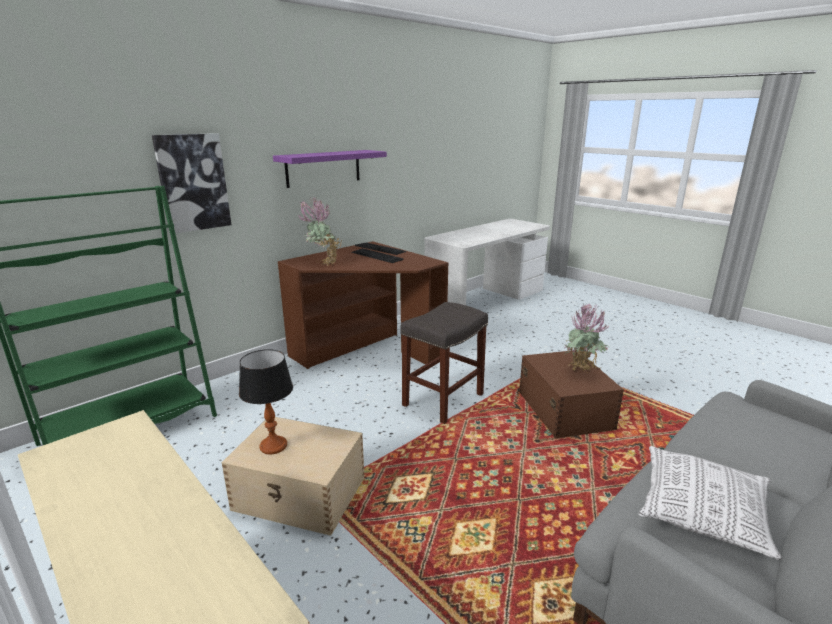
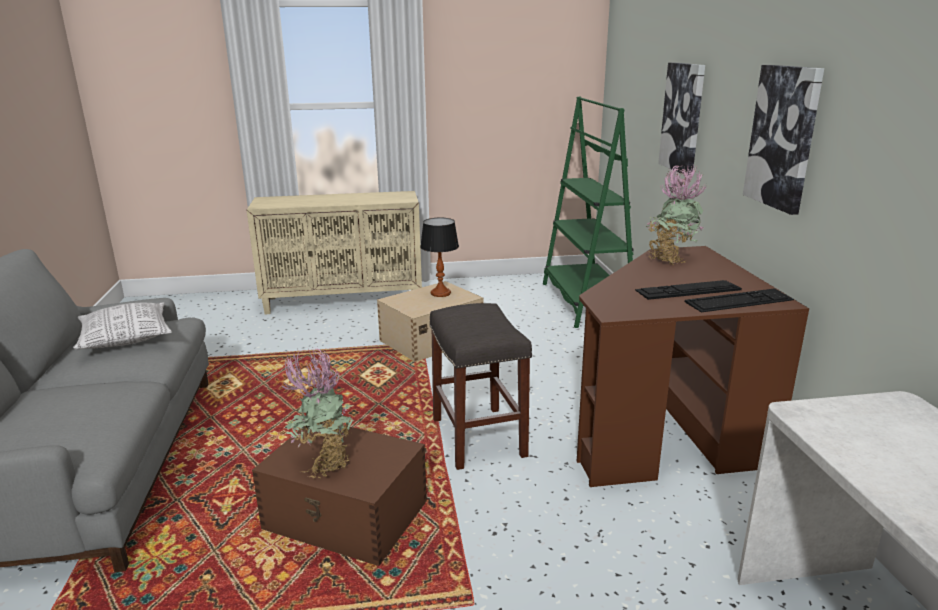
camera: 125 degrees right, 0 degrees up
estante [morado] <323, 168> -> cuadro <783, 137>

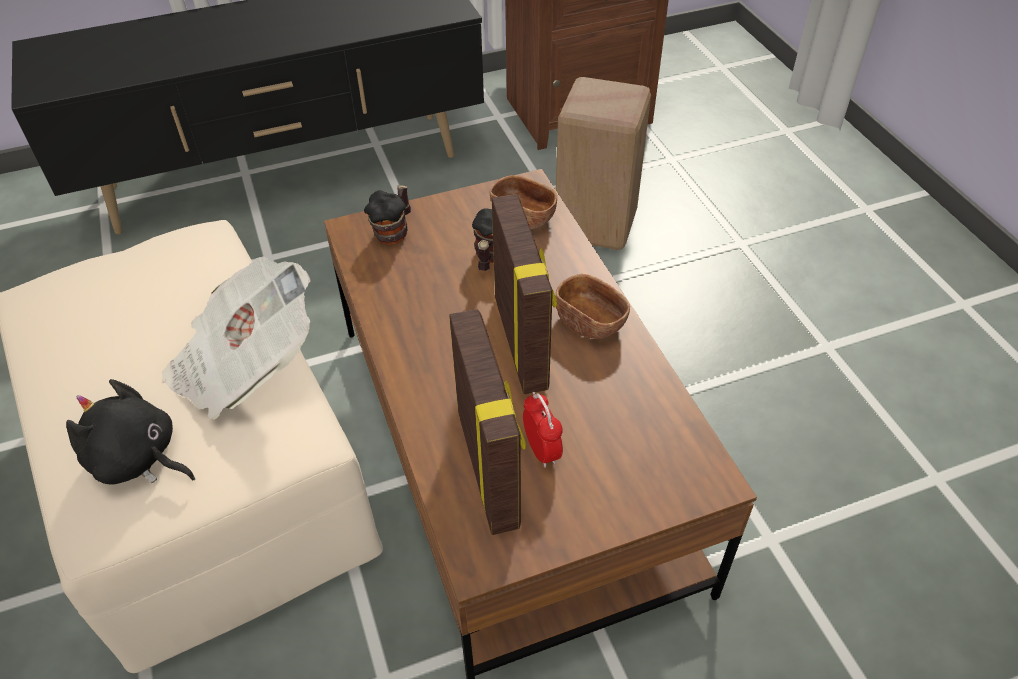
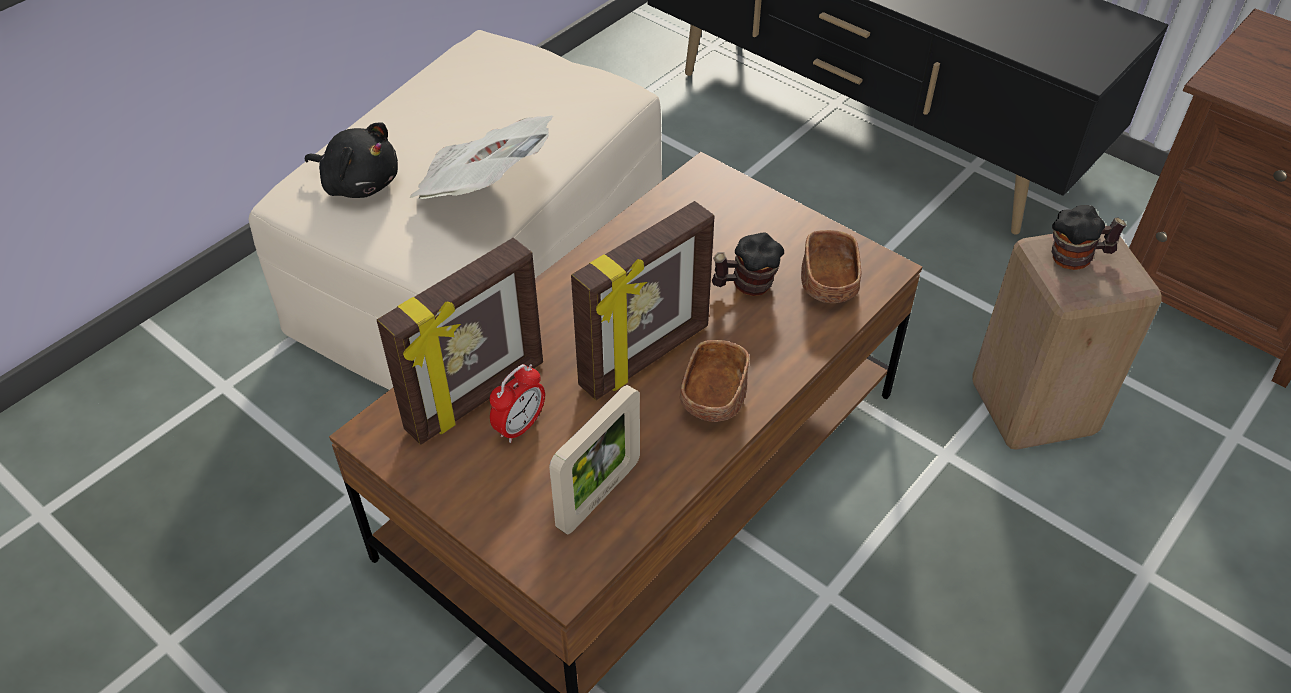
camera: 60 degrees right, 0 degrees up
peluche [negro] <138, 459> -> peluche [negro] <359, 183>, 120 degrees clockwise
none -> portarretratos <599, 495>
taza grande <394, 231> -> taza grande <1077, 258>, moved

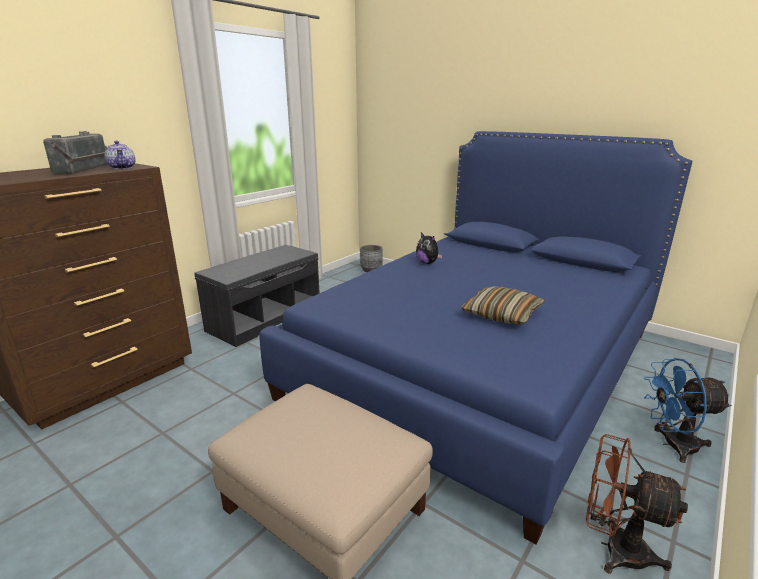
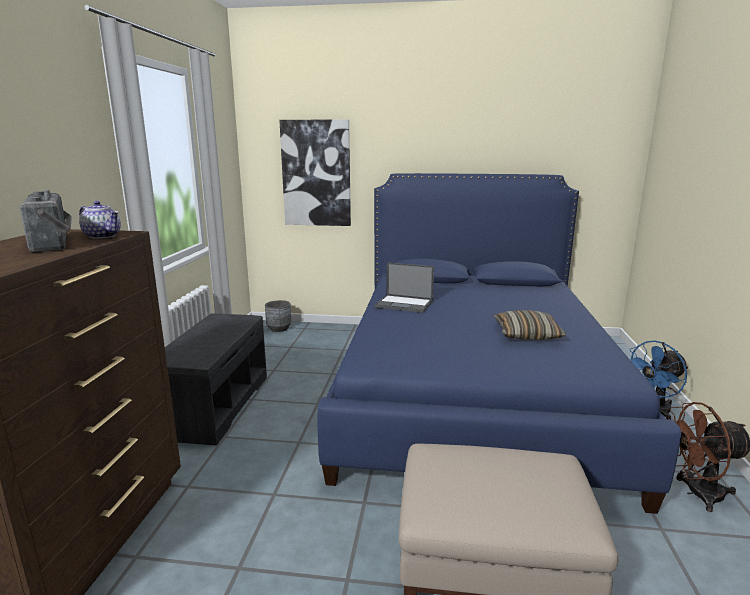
camera: 30 degrees left, 5 degrees down
none -> cuadro <316, 173>
peluche <427, 263> -> portátil <405, 304>

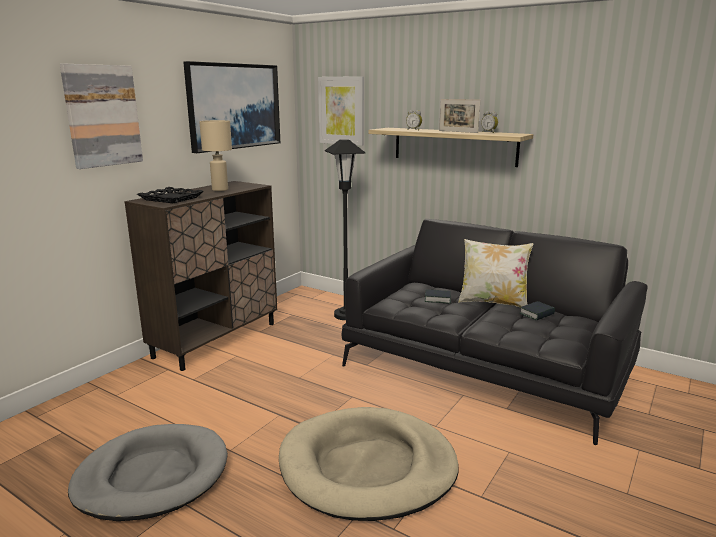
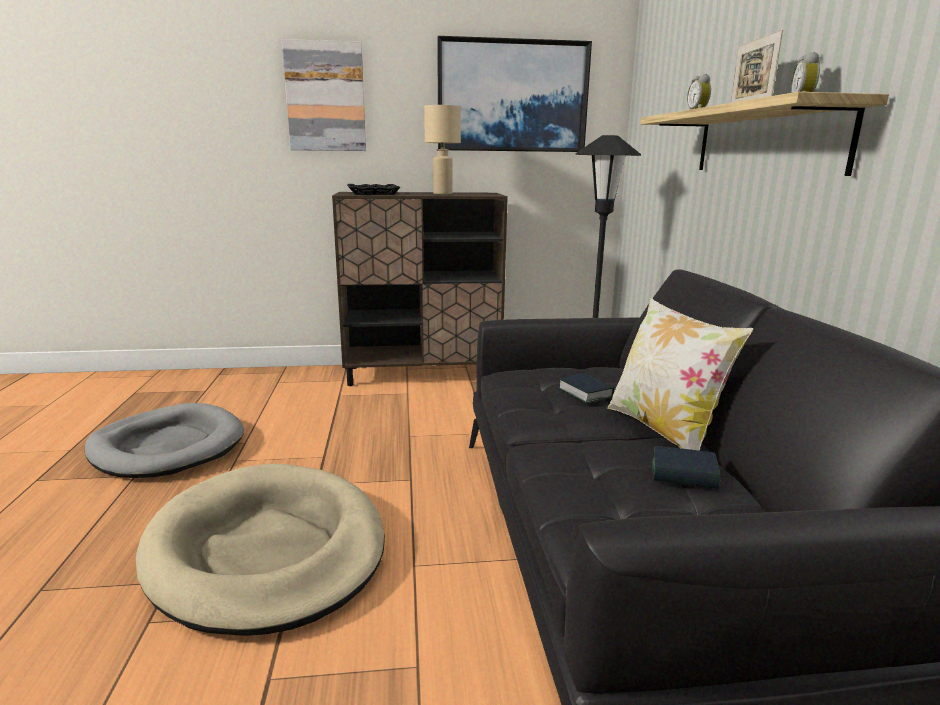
camera: 50 degrees right, 0 degrees up
cuadro <341, 110> -> none

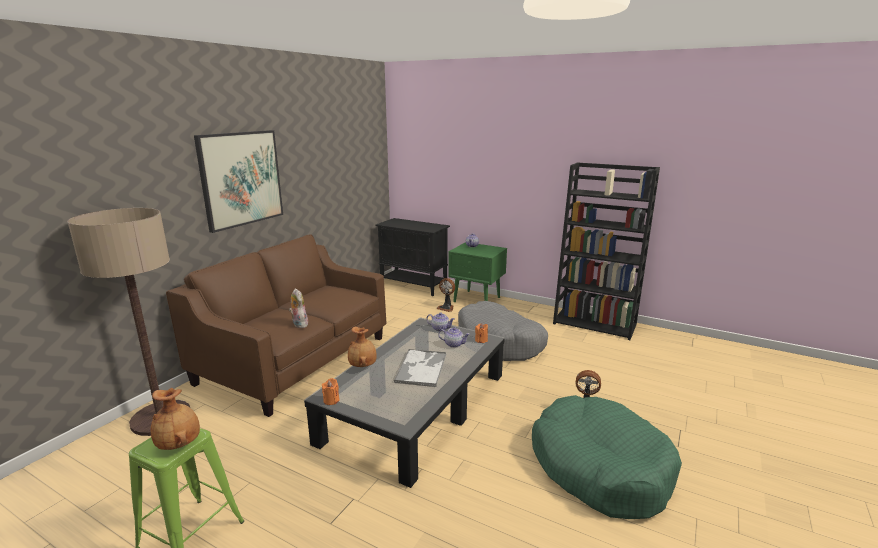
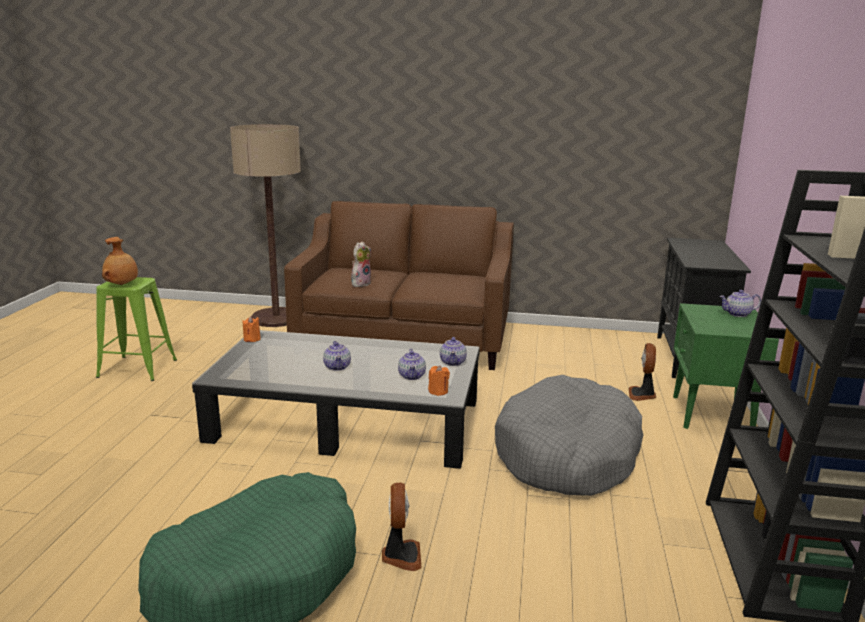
camera: 70 degrees right, 0 degrees up
bandeja <421, 368> -> tetera <337, 367>
cuadro <241, 178> -> none
florero [marrón] <363, 365> -> none

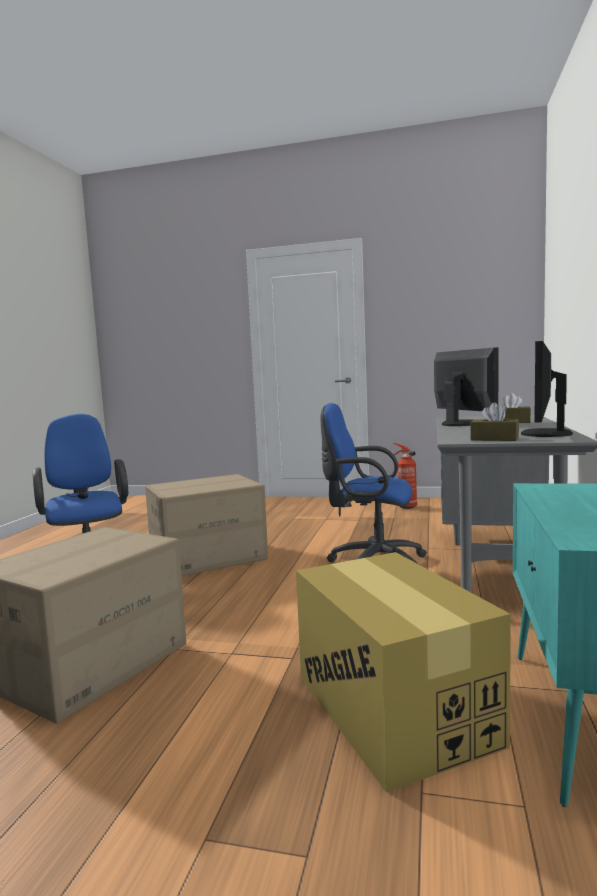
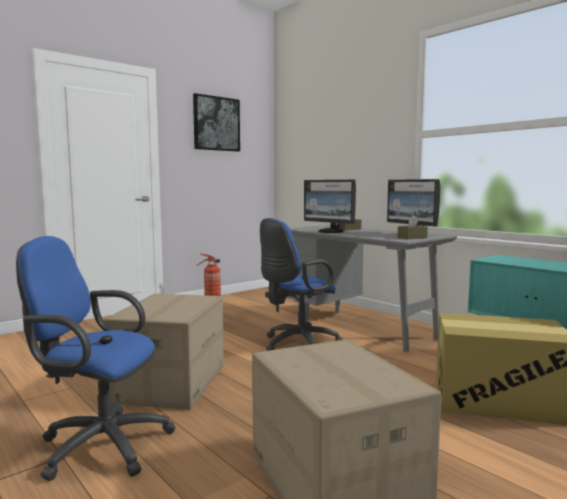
camera: 55 degrees left, 0 degrees up
none -> cuadro <216, 123>
monitor <461, 424> -> monitor <330, 231>, 150 degrees counterclockwise

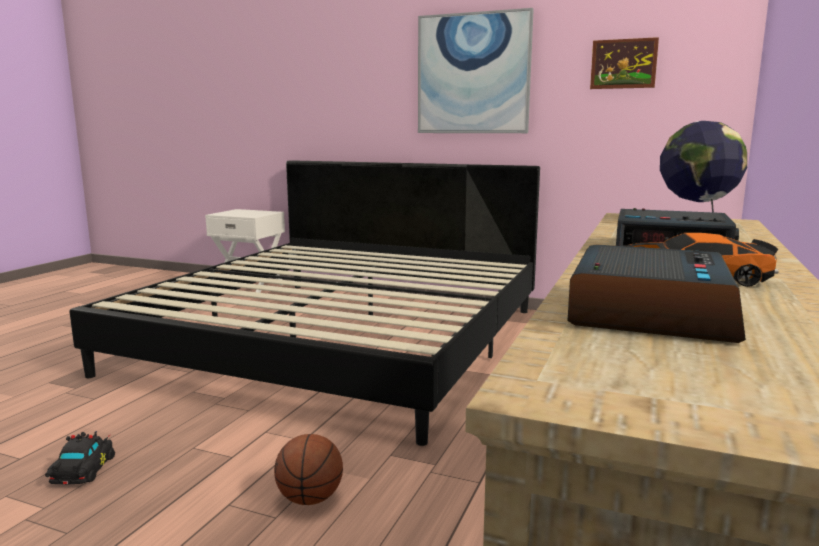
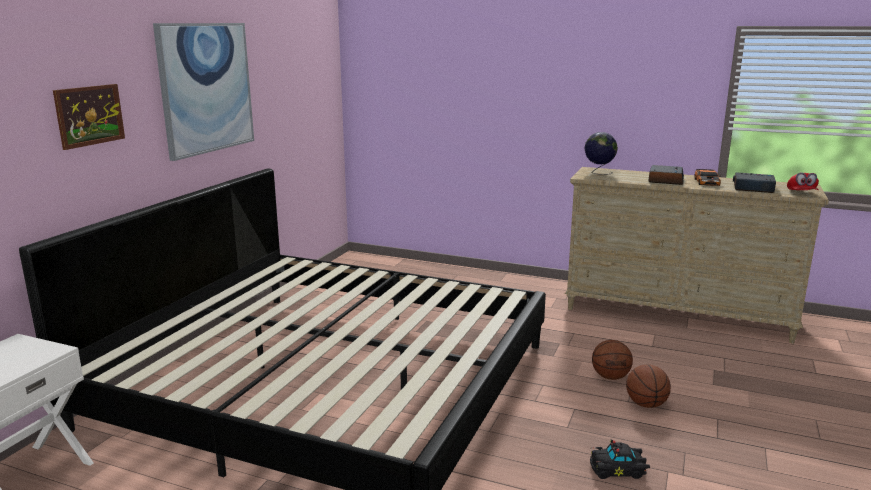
camera: 90 degrees left, 5 degrees up
cuadro <623, 64> -> cuadro <89, 115>, moved
none -> balón de baloncesto <645, 404>
none -> gorra [rojo] <801, 193>

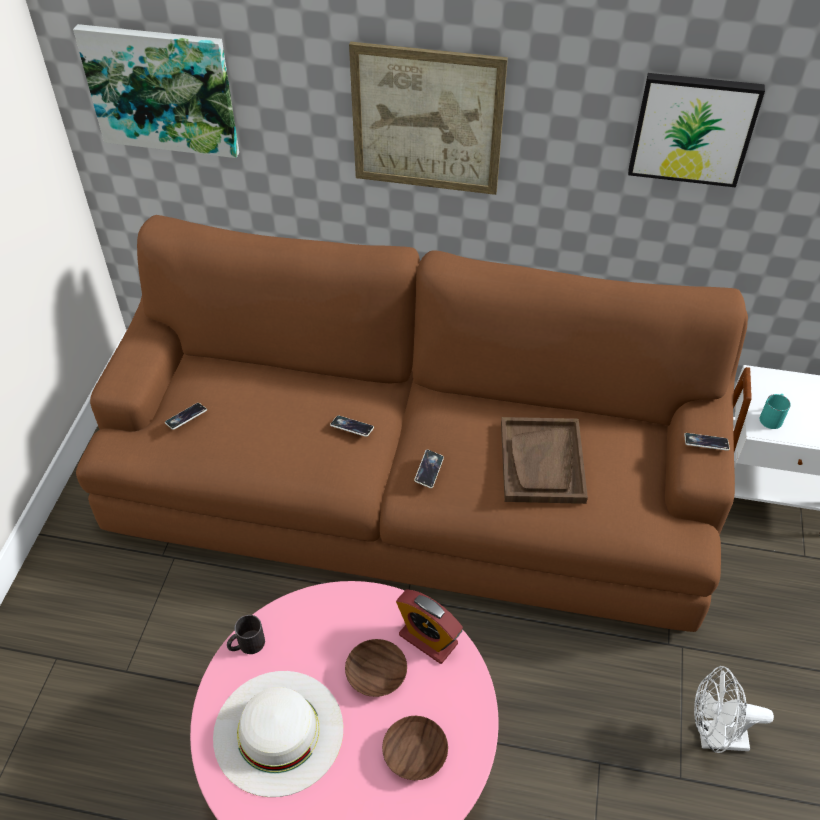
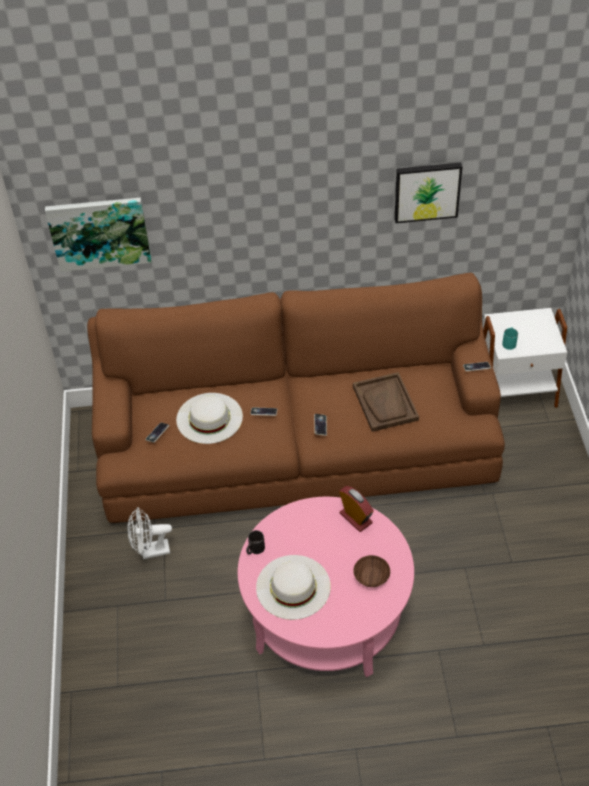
camera: 15 degrees left, 0 degrees up
ventilador [blanco] <714, 737> -> ventilador [blanco] <150, 551>, moved
none -> sombrero [blanco] <209, 418>
despertador <428, 639> -> despertador <356, 518>, 150 degrees counterclockwise
cuenco [marrón] <378, 675> -> none
cuadro <427, 120> -> none

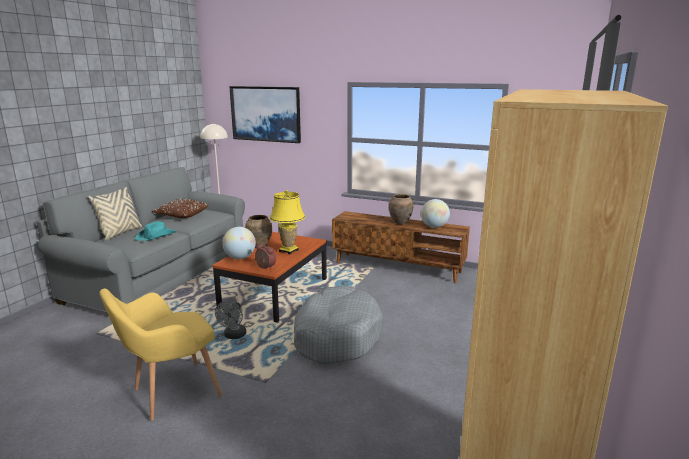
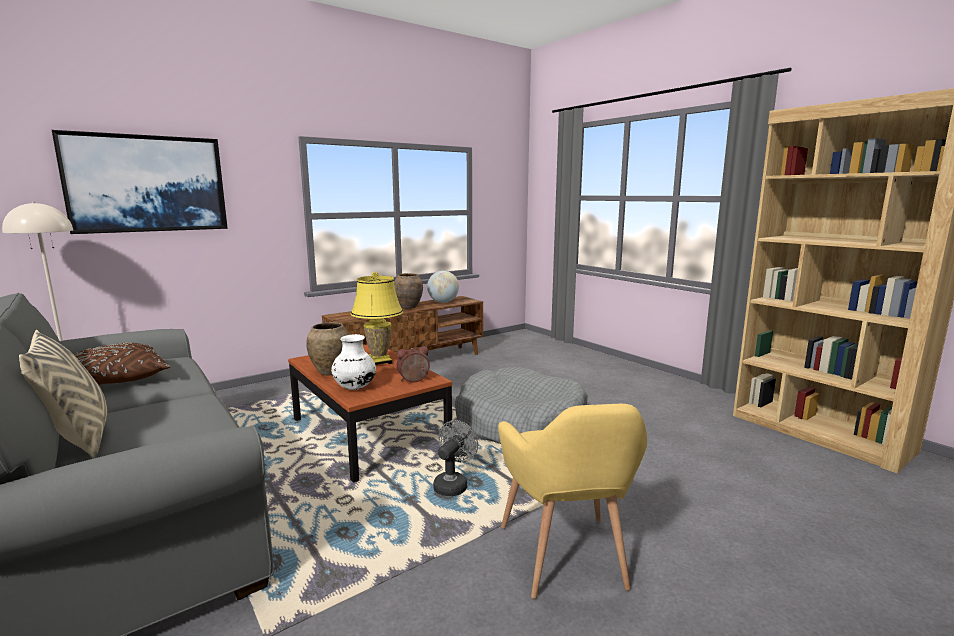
camera: 60 degrees left, 5 degrees down
globo terráqueo <240, 258> -> florero [blanco] <354, 388>
ventilador [gris] <233, 336> -> ventilador [gris] <453, 484>, 105 degrees counterclockwise
sombrero [turquesa] <156, 236> -> none

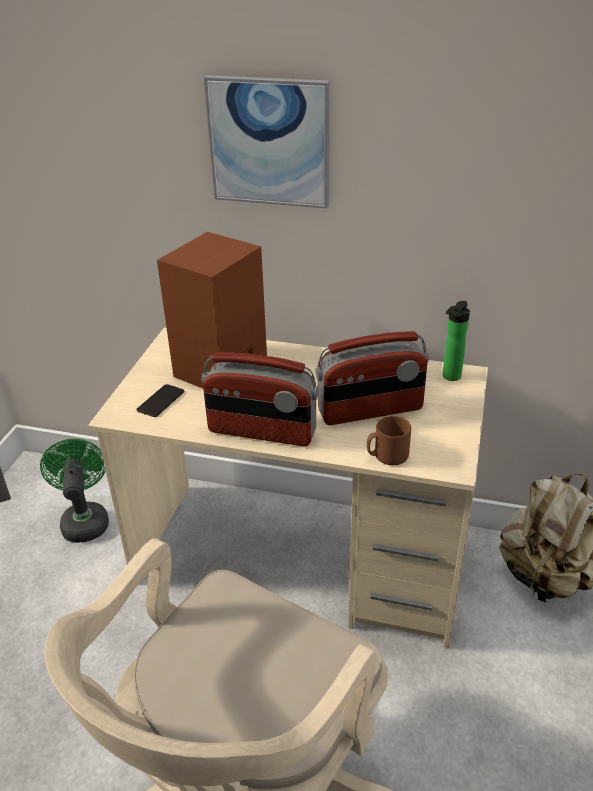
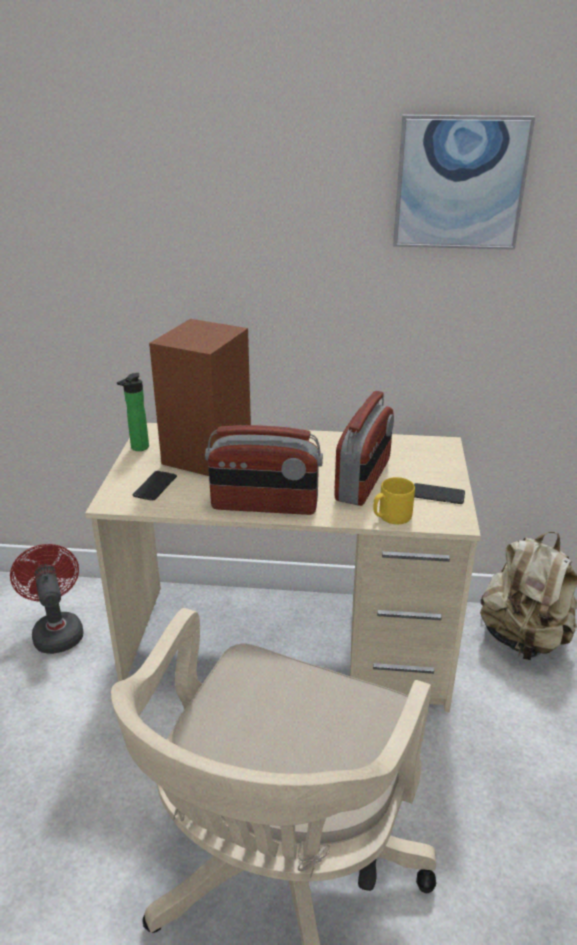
camera: 10 degrees left, 5 degrees down
ventilador [verde] <84, 520> -> ventilador [rojo] <56, 631>
botella <450, 377> -> botella <138, 448>, moved
radio <370, 411> -> radio <364, 480>, 45 degrees counterclockwise
taza grande [marrón] <387, 455> -> taza grande [amarillo] <391, 517>
cuadro <269, 142> -> cuadro <459, 183>, moved
none -> móvil <438, 494>

